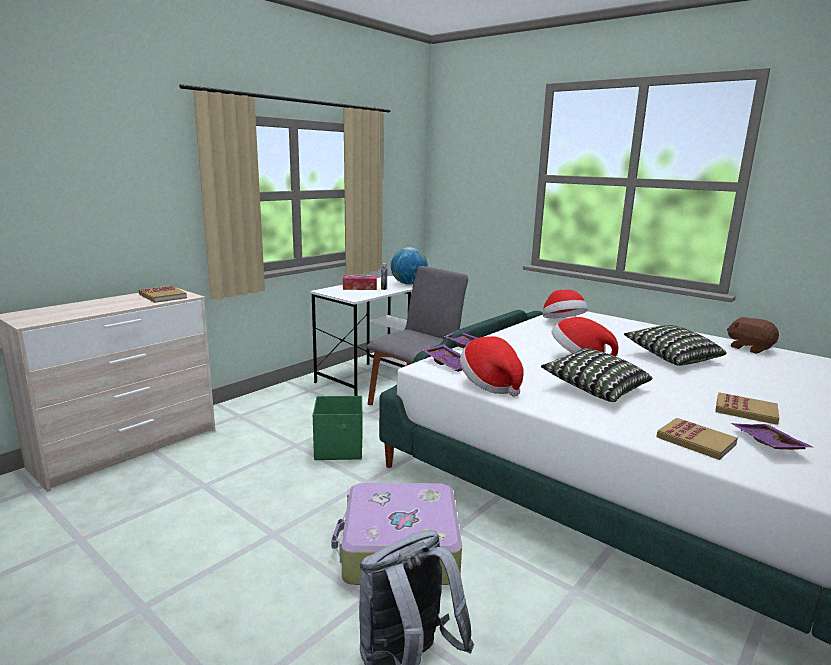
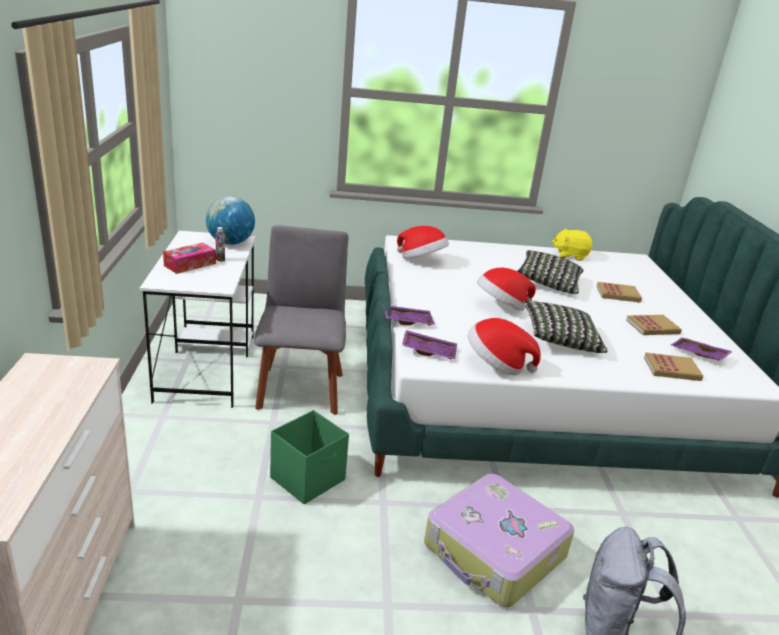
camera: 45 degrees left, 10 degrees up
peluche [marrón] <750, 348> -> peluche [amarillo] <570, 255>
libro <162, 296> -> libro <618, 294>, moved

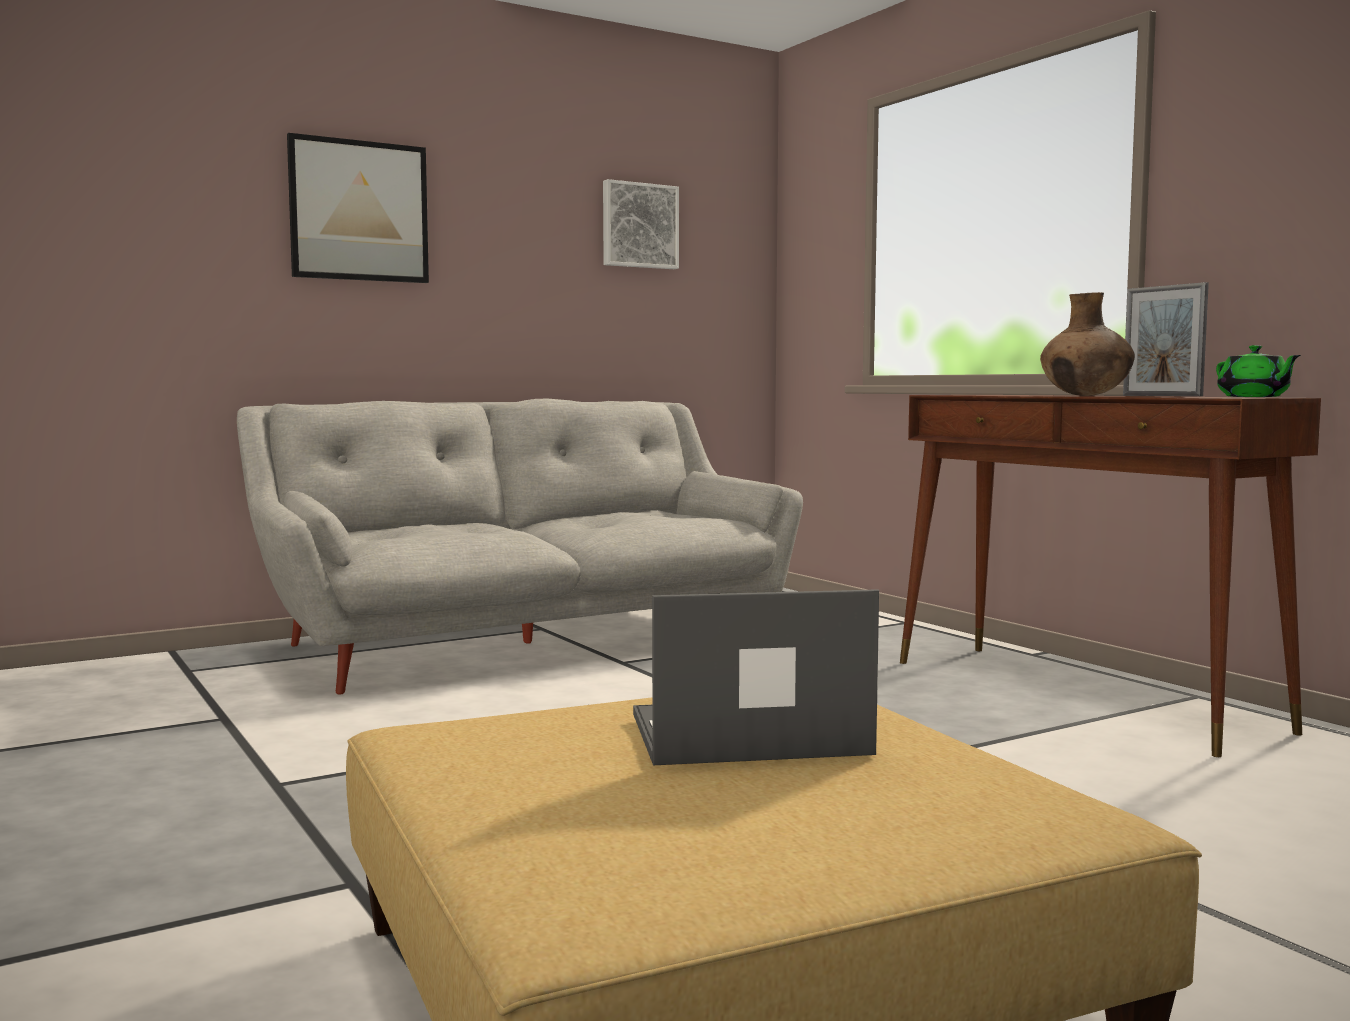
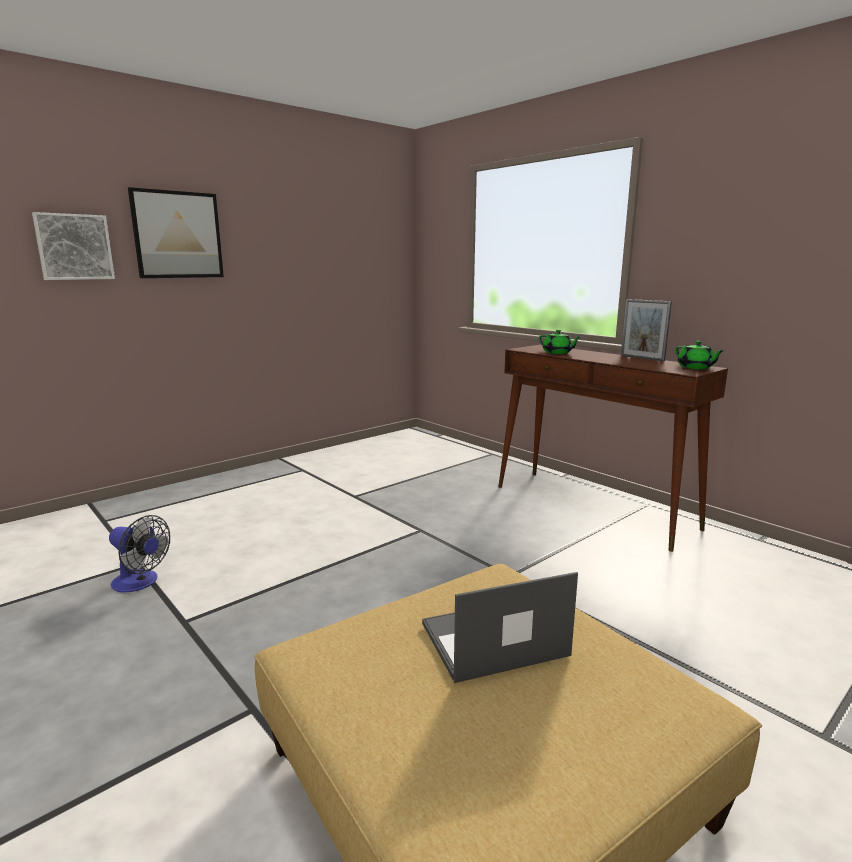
camera: 10 degrees left, 10 degrees up
cuadro <639, 226> -> cuadro <74, 247>, moved
none -> ventilador <140, 583>
none -> tetera [verde] <557, 353>
sofá [gris] <527, 642> -> none
florero [marrón] <1086, 395> -> none

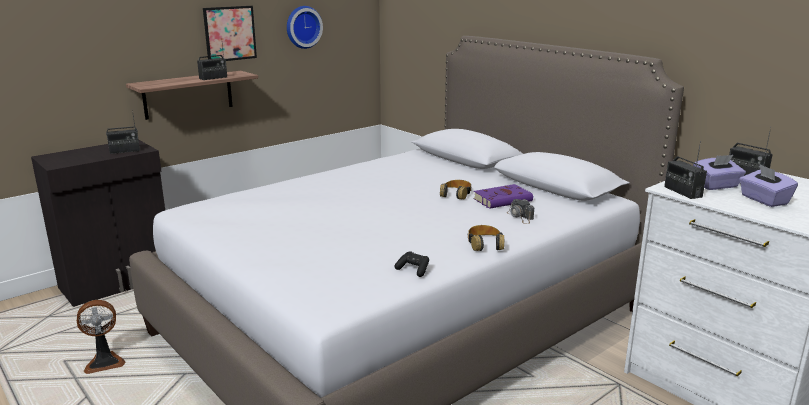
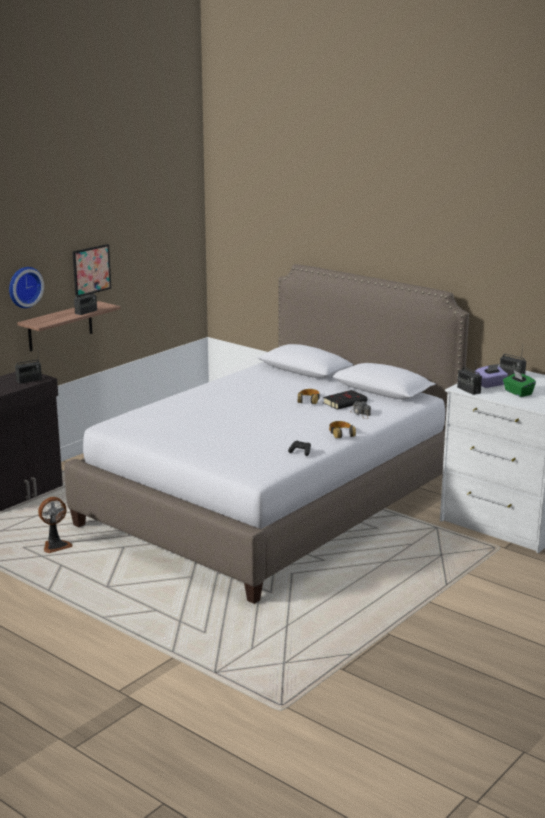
camera: 10 degrees left, 0 degrees up
reloj de pared <302, 27> -> reloj de pared <24, 286>, moved
libro [morado] <504, 200> -> libro [negro] <345, 402>
caja de pañuelos [morado] <763, 200> -> caja de pañuelos [verde] <518, 393>

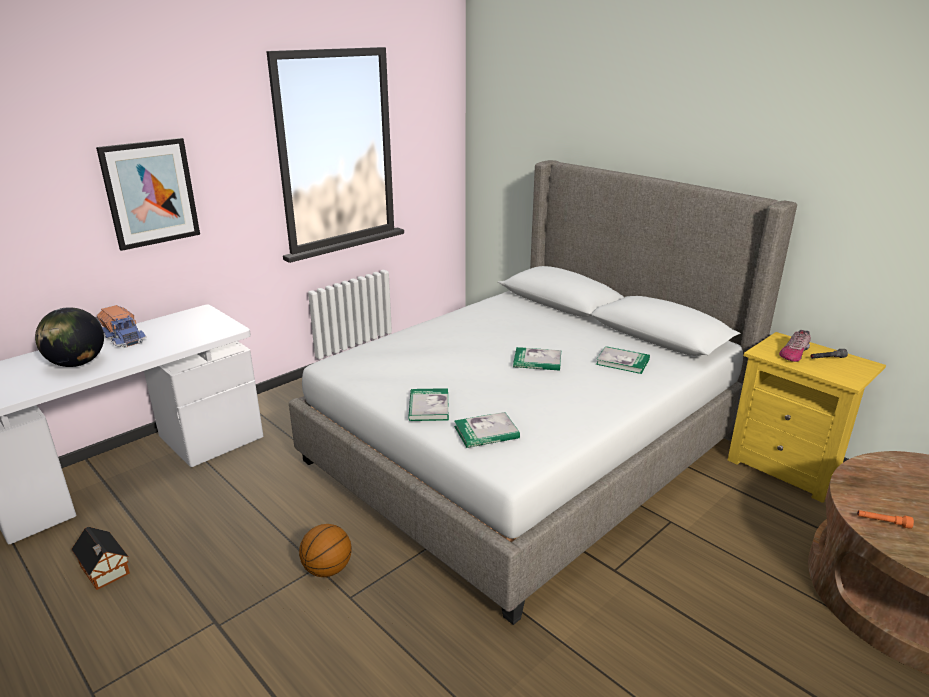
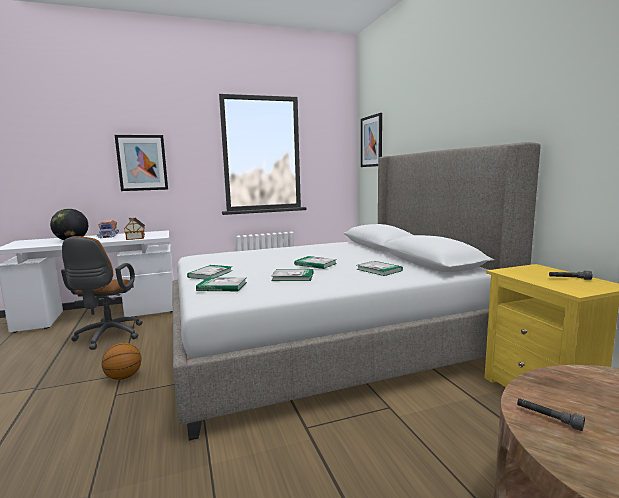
camera: 25 degrees right, 15 degrees down
none -> silla de oficina [marrón] <107, 337>
casita <104, 570> -> casita <135, 237>, moved
none -> libro <292, 277>
none -> cuadro <372, 141>
linterna [naranja] <882, 522> -> linterna [gris] <548, 418>
zapato <794, 353> -> none

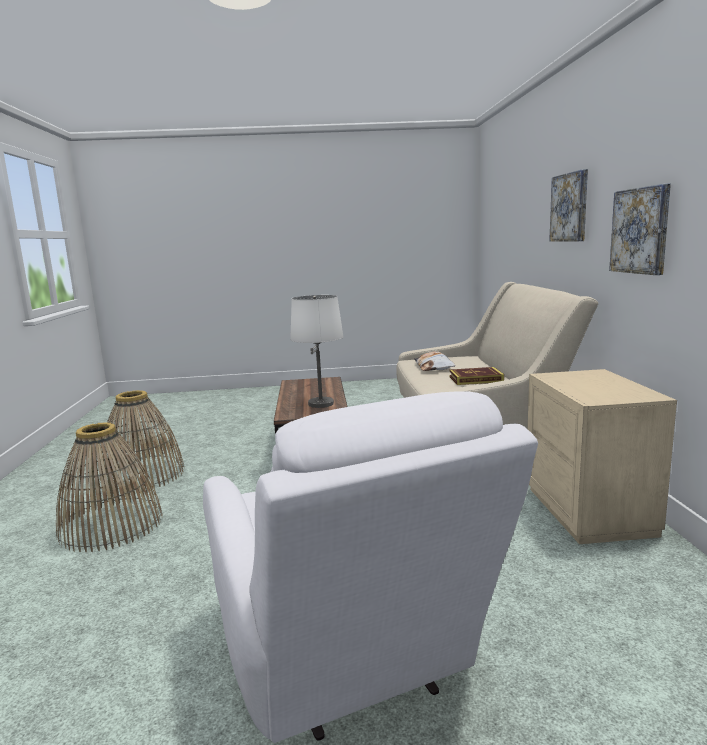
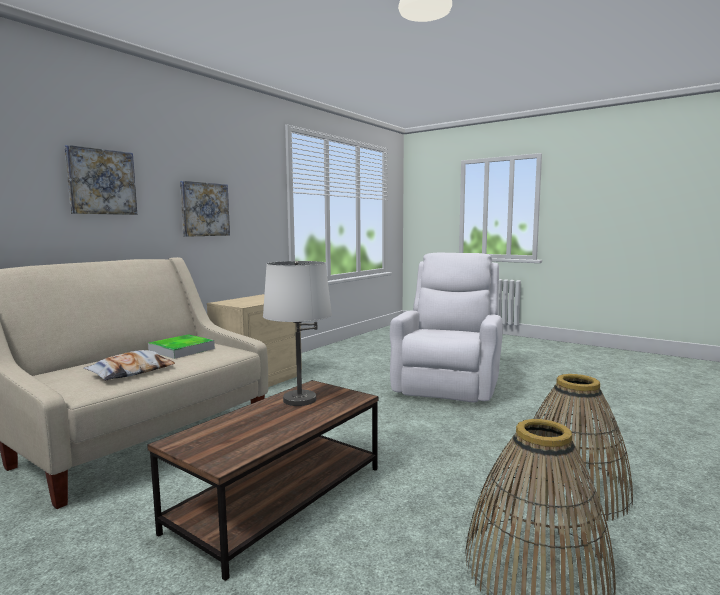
camera: 140 degrees left, 5 degrees down
libro <476, 379> -> bandeja <181, 350>

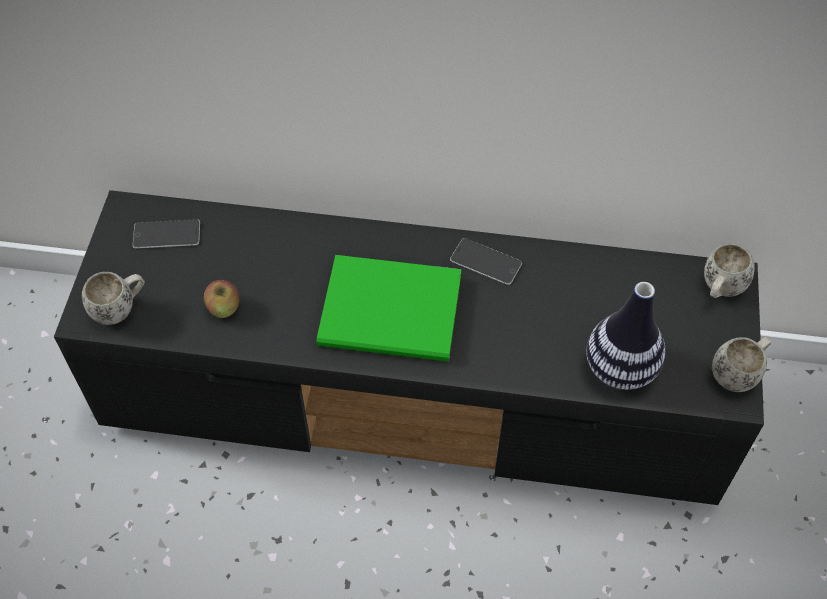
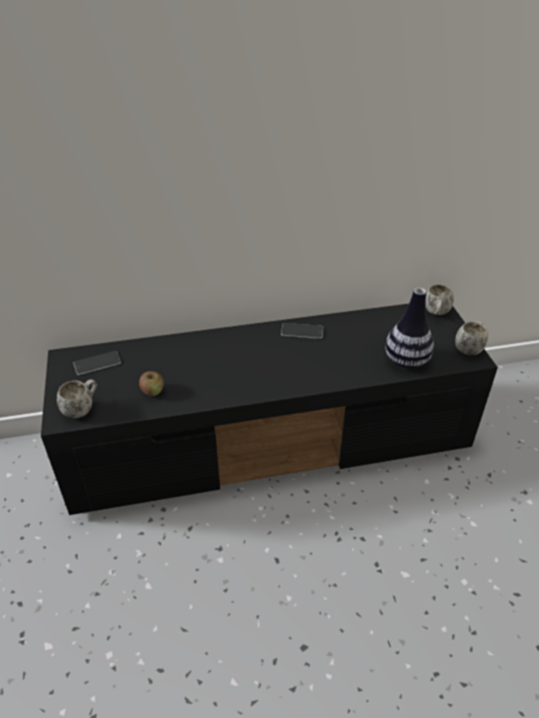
camera: 20 degrees left, 15 degrees down
libro [verde] <394, 314> -> none

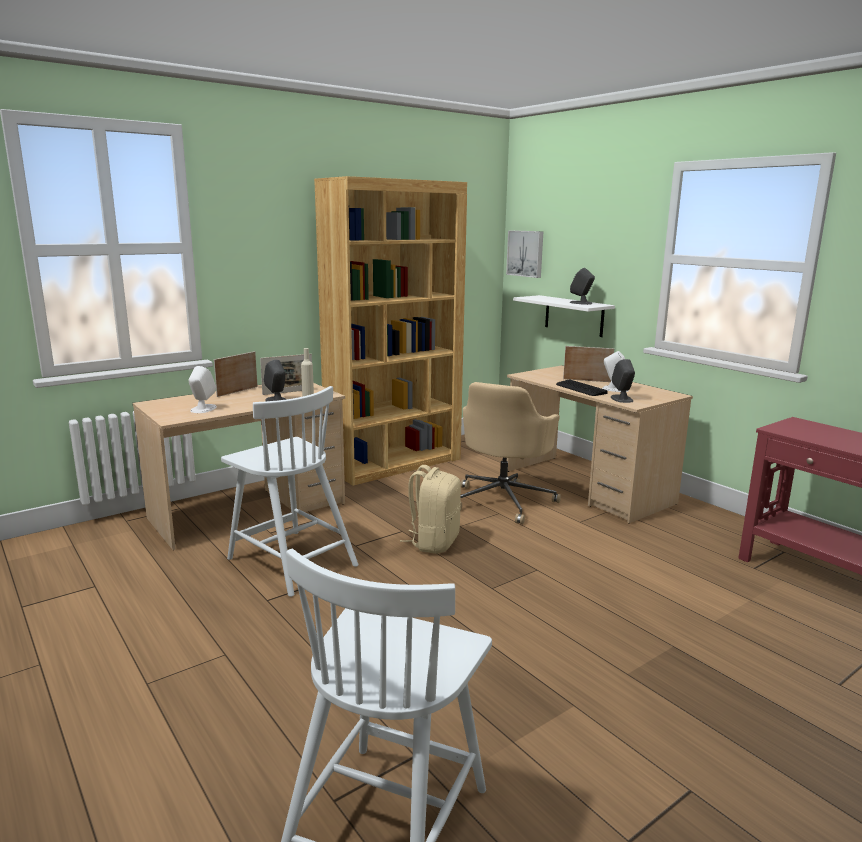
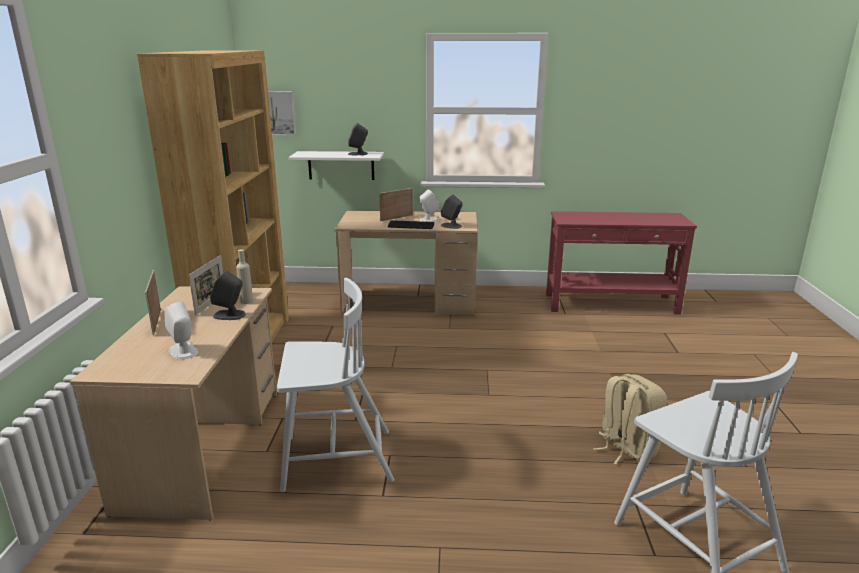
camera: 50 degrees left, 5 degrees up
mochila [beis] <434, 542> -> mochila [beis] <626, 448>, moved
silla de oficina [beis] <504, 500> -> none

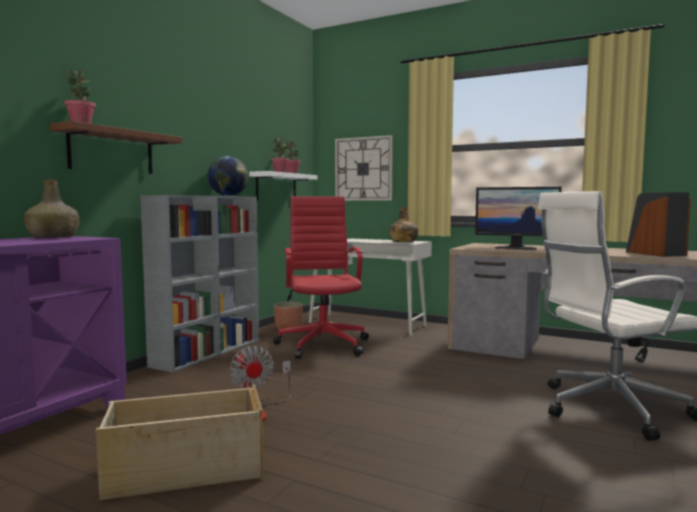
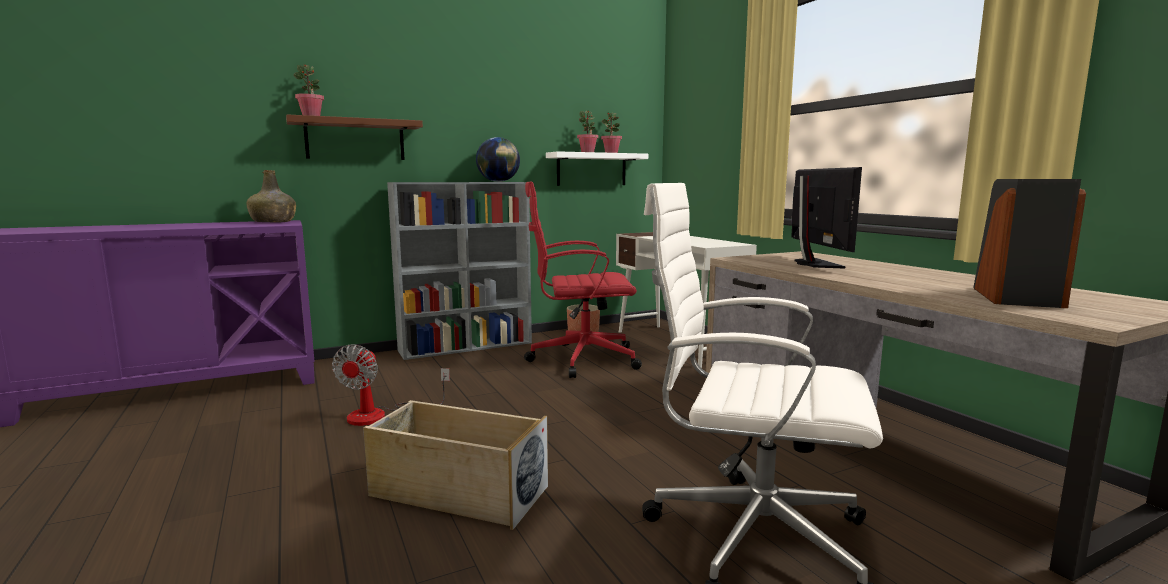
camera: 35 degrees right, 5 degrees up
caja de almacenaje [beis] <184, 471> -> caja de almacenaje [beis] <457, 492>, moved
silla de oficina [rojo] <323, 344> -> silla de oficina [rojo] <580, 359>, 120 degrees counterclockwise
monitor <516, 248> -> monitor <814, 264>, 150 degrees counterclockwise
reloj de pared <363, 169> -> none
botella [verde] <403, 241> -> none

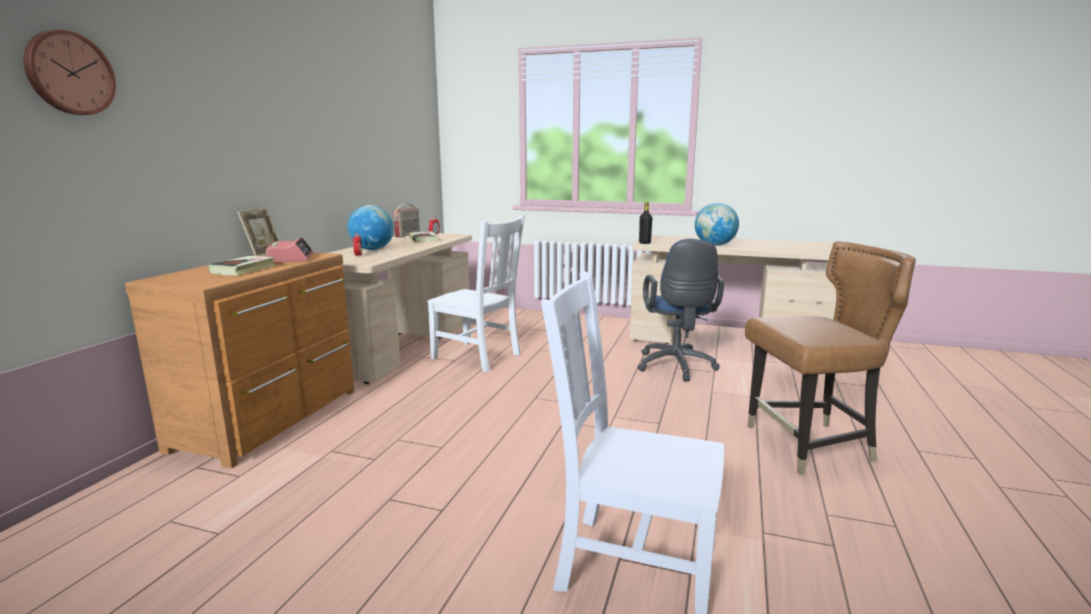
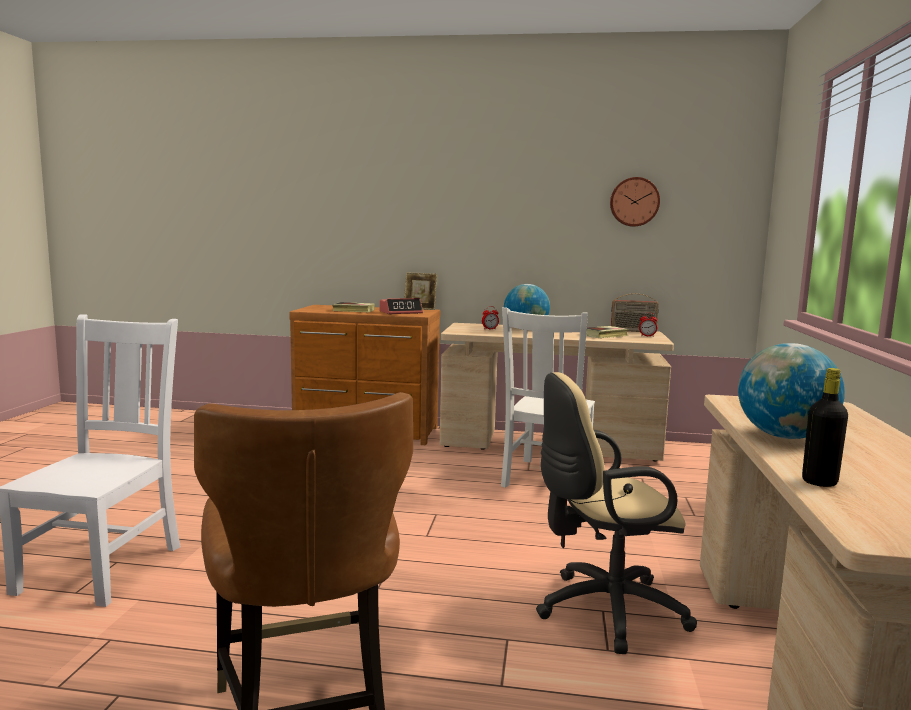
camera: 80 degrees right, 5 degrees down
silla de oficina [azul] <676, 367> -> silla de oficina [beis] <603, 611>
reloj de pared <69, 73> -> reloj de pared <634, 202>, moved
botella [negro] <644, 243> -> botella [negro] <819, 482>, moved

